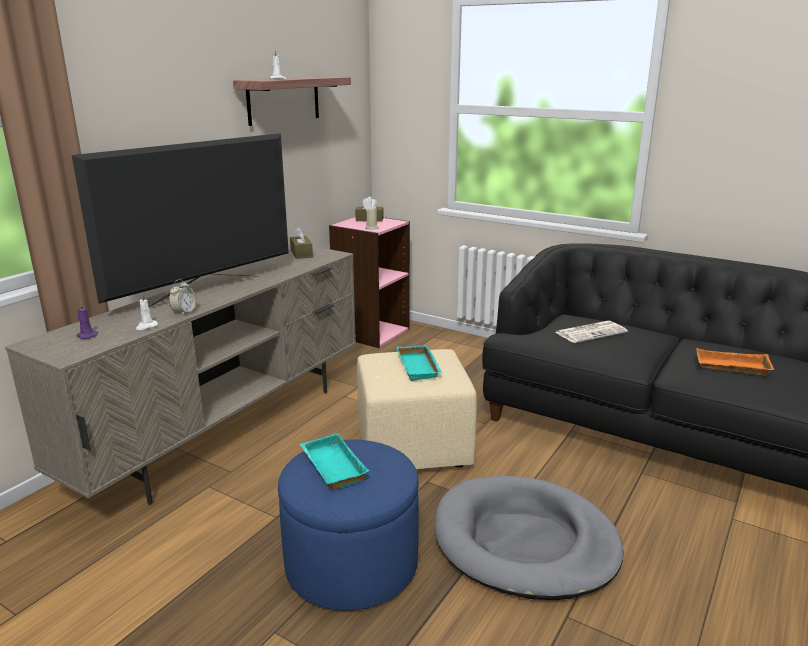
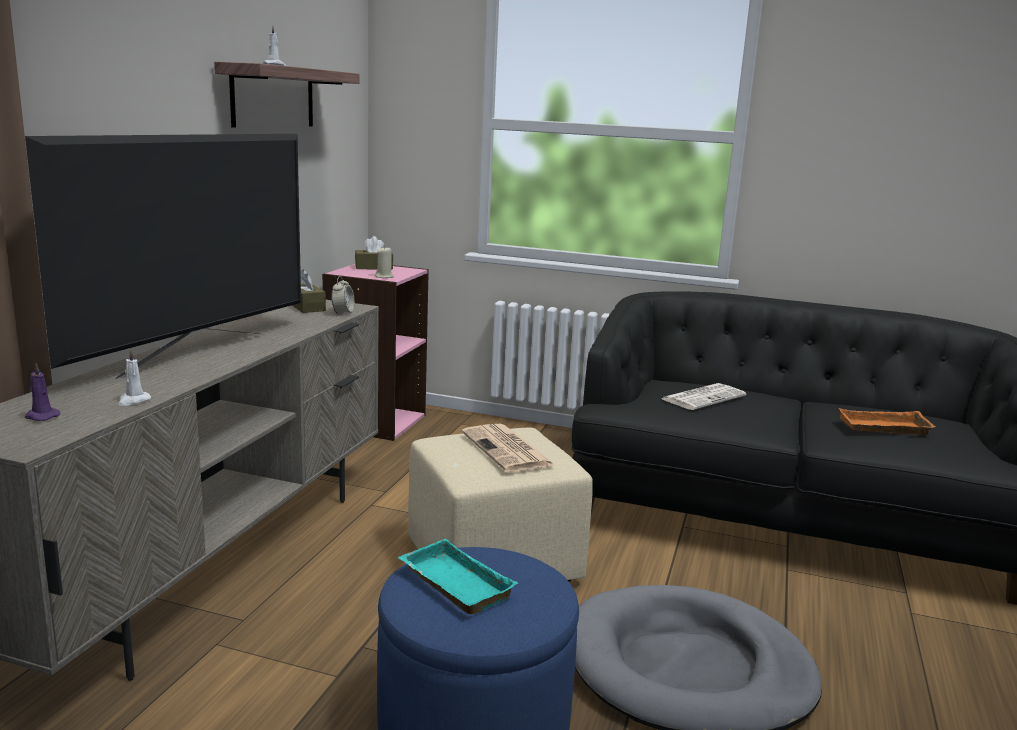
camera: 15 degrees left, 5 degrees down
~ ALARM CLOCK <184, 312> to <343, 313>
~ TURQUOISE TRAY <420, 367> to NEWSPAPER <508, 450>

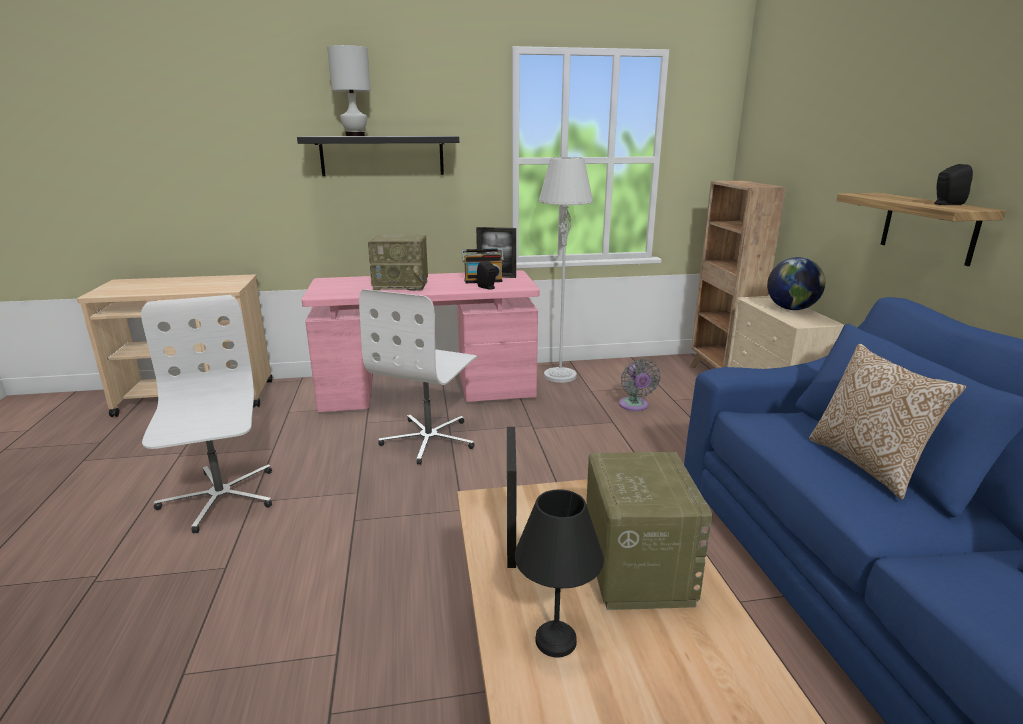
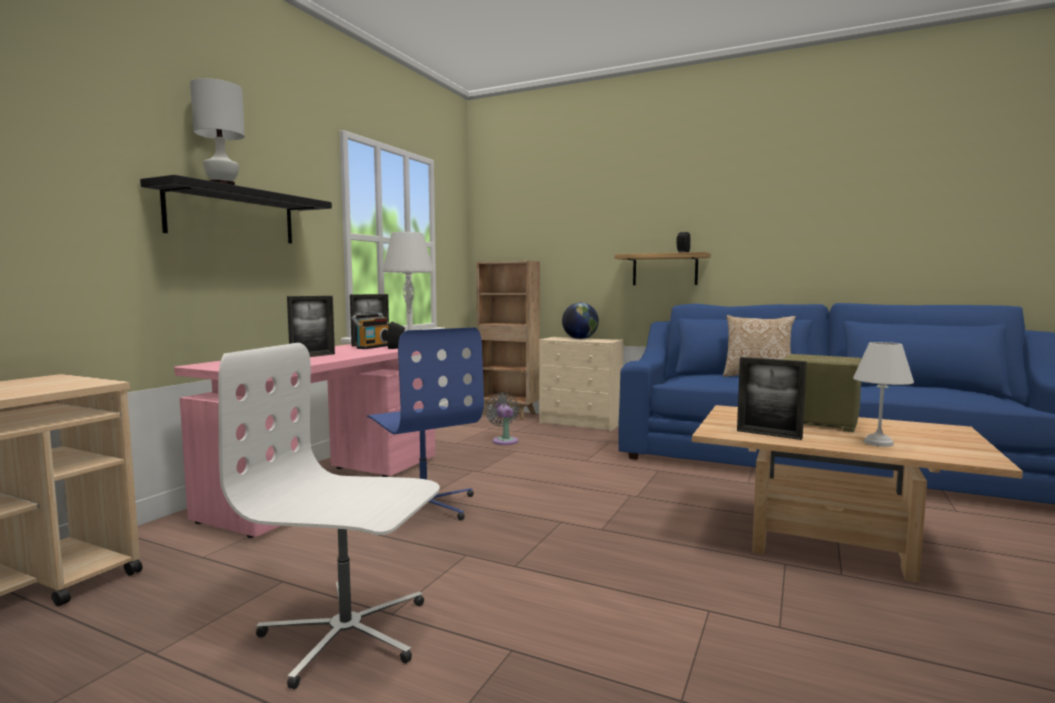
camera: 55 degrees left, 15 degrees down
~ WHITE OFFICE CHAIR <430, 439> to BLUE OFFICE CHAIR <424, 506>
~ RADIO <402, 285> to PICTURE FRAME <313, 356>
~ BLACK TABLE LAMP <553, 640> to WHITE TABLE LAMP <878, 443>
~ GREY FAN <634, 406> = <504, 440> 135 degrees counterclockwise

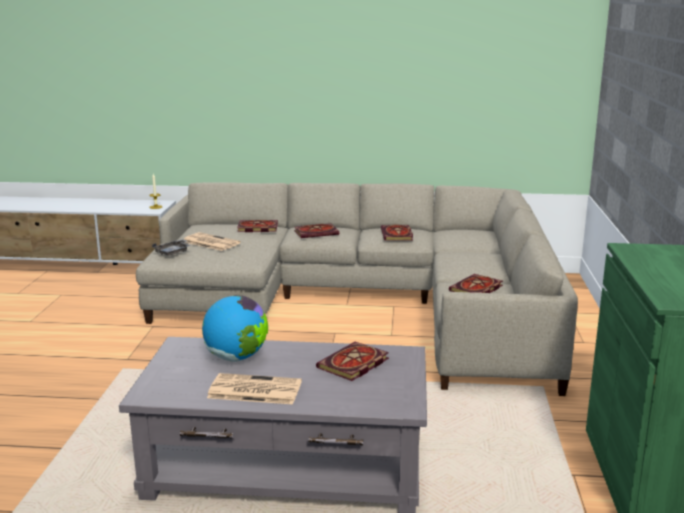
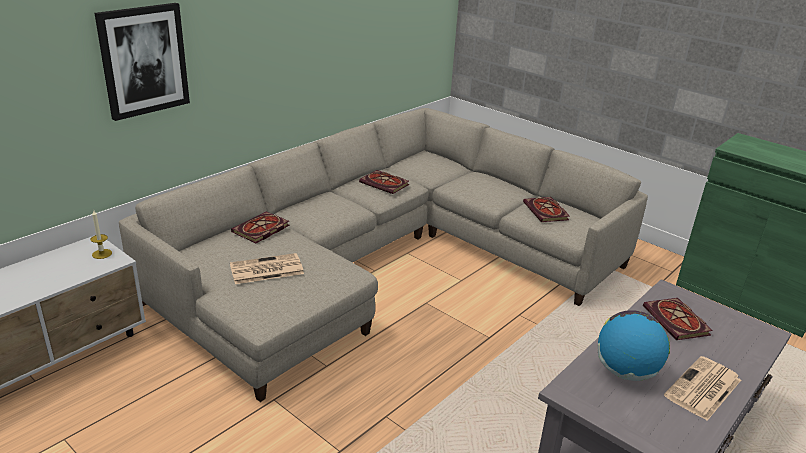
camera: 55 degrees left, 10 degrees up
- GREY TRAY <173, 252>
- BOOK <317, 232>
+ PICTURE <144, 60>

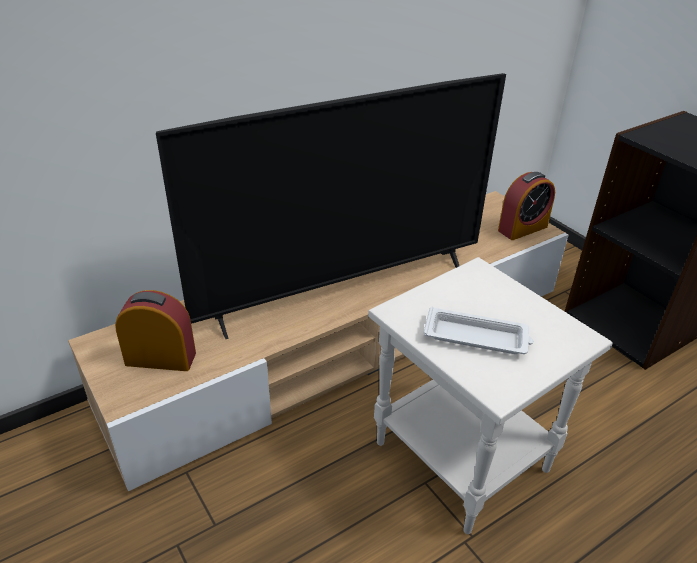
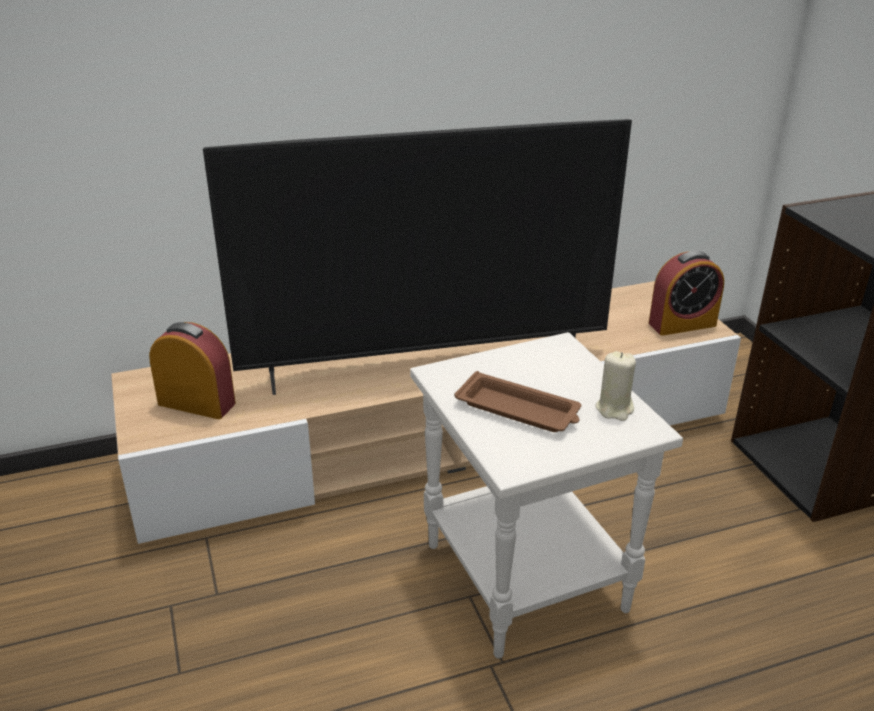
camera: 15 degrees right, 5 degrees down
~ WHITE TRAY <477, 337> to BROWN TRAY <519, 410>
+ BEIGE CANDLE <614, 409>

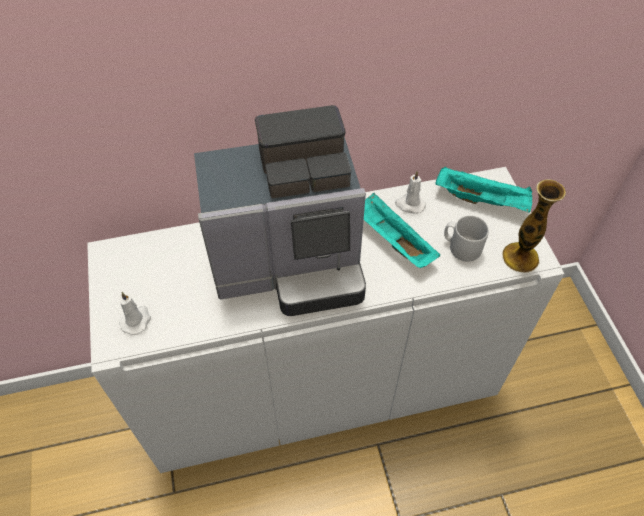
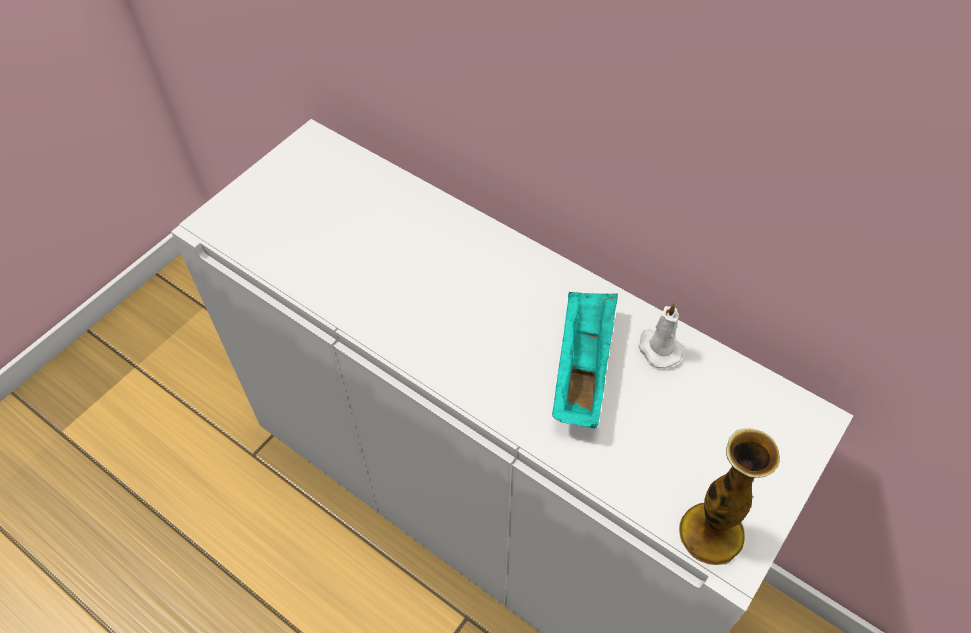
camera: 50 degrees right, 0 degrees up
- WHITE CANDLE <136, 320>
- COFFEE MACHINE <291, 265>
- TURQUOISE TRAY <482, 200>
- GREY MUG <461, 247>

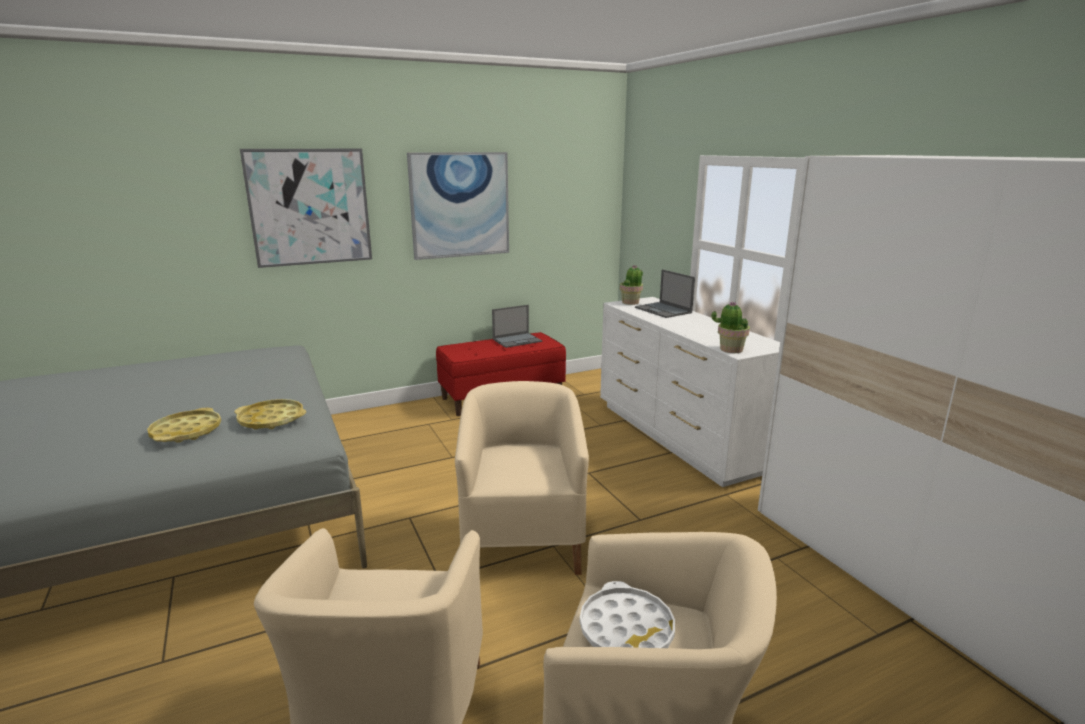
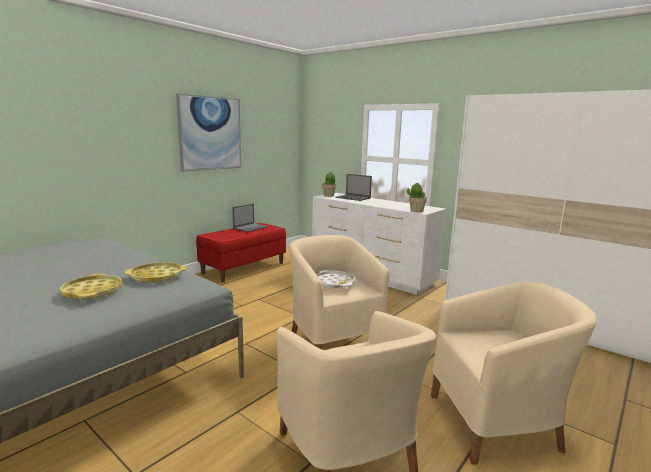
camera: 25 degrees left, 5 degrees down
- PICTURE <309, 207>
~ WHITE TRAY <626, 630> to <335, 283>

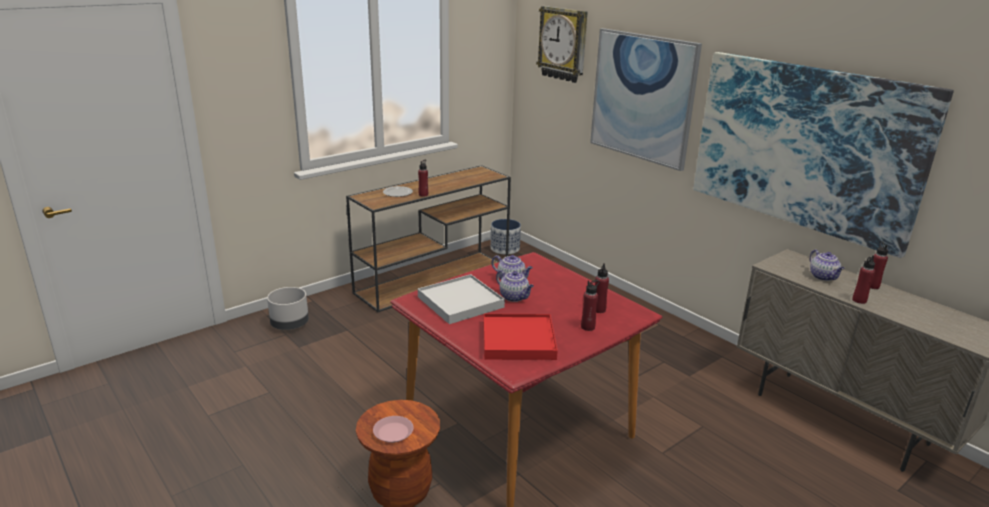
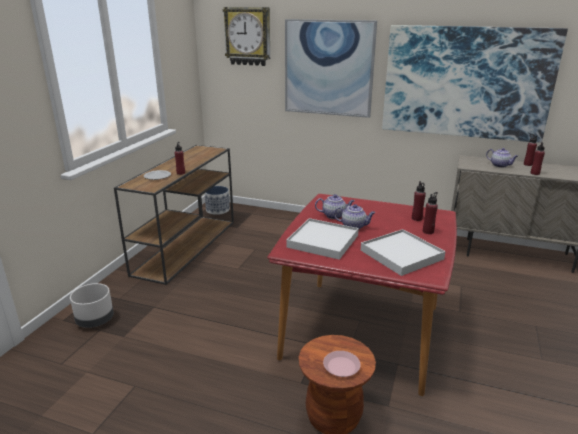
camera: 30 degrees left, 0 degrees up
~ RED TRAY <518, 340> to WHITE TRAY <401, 255>

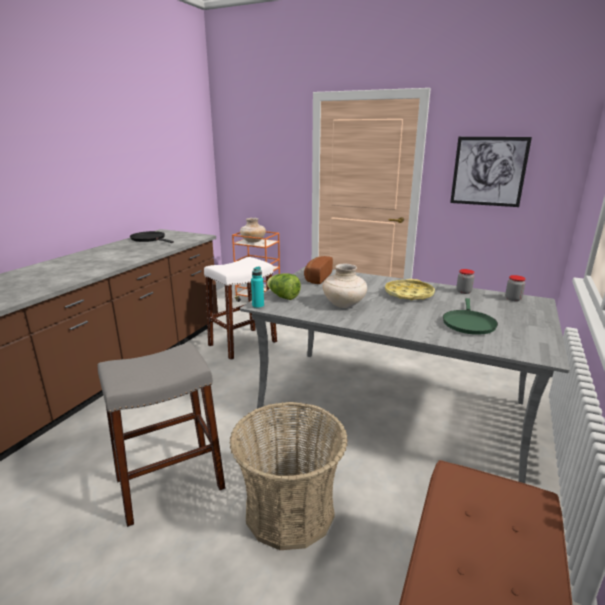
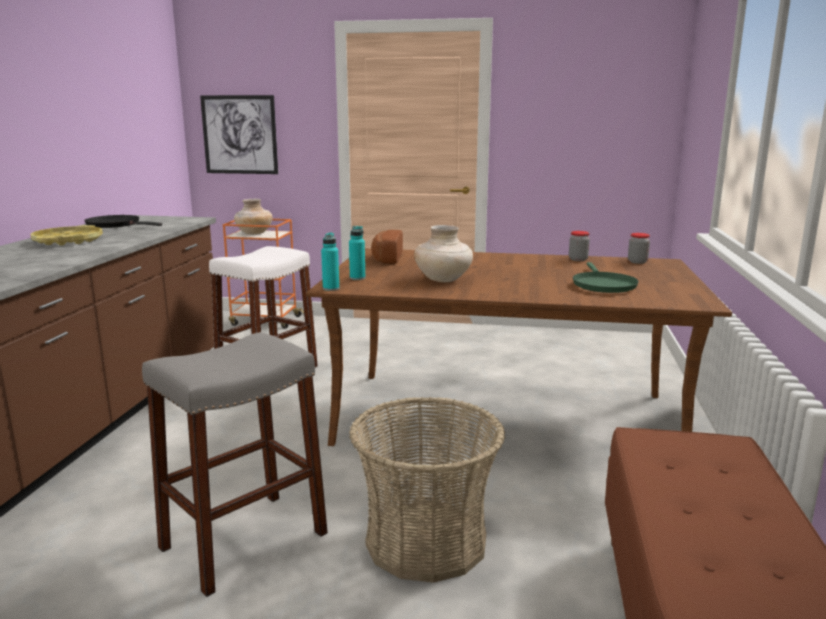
camera: 15 degrees left, 5 degrees down
~ GREY DINING TABLE <391, 407> to BROWN DINING TABLE <504, 419>
~ LETTUCE <283, 297> to TURQUOISE BOTTLE <357, 278>
~ YELLOW TRAY <408, 294> to <68, 241>
~ PICTURE <488, 171> to <239, 135>

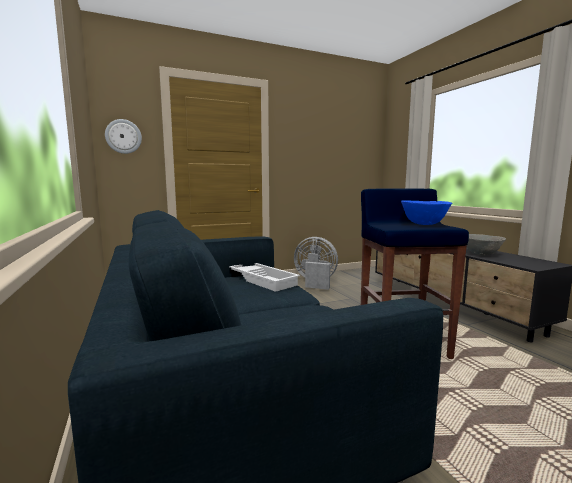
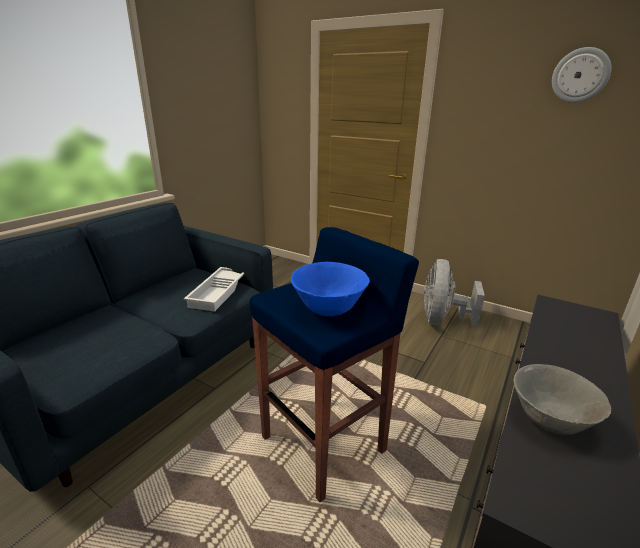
camera: 55 degrees right, 15 degrees up
~ WALL CLOCK <123, 136> to <580, 75>
~ GREY FAN <315, 282> = <442, 320> 150 degrees counterclockwise

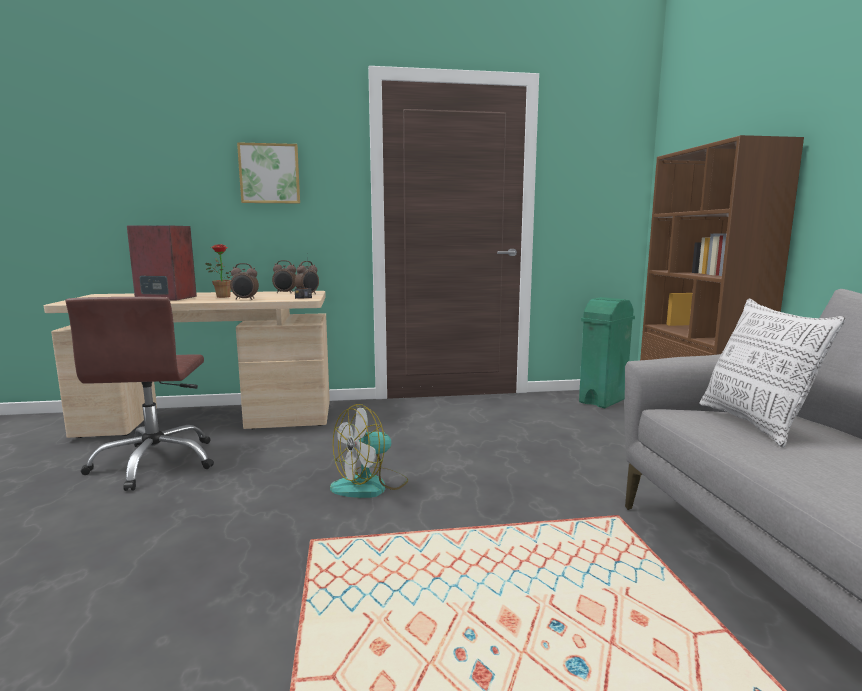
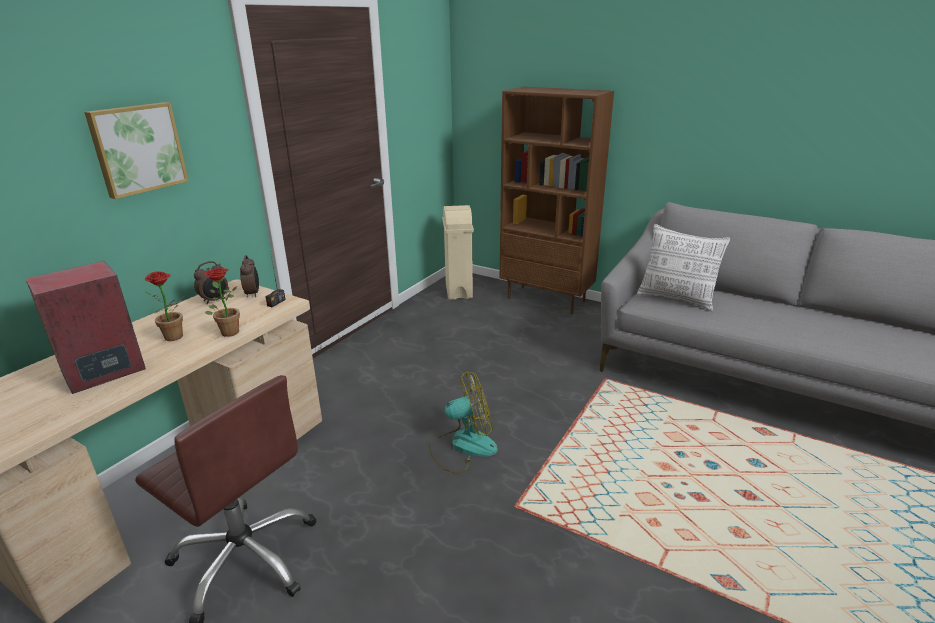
camera: 50 degrees left, 15 degrees up
~ ALARM CLOCK <245, 299> to POTTED PLANT <228, 331>
~ FAN <370, 485> = <462, 446> 105 degrees counterclockwise
~ GREEN TRASH CAN <602, 400> to BEIGE TRASH CAN <458, 291>

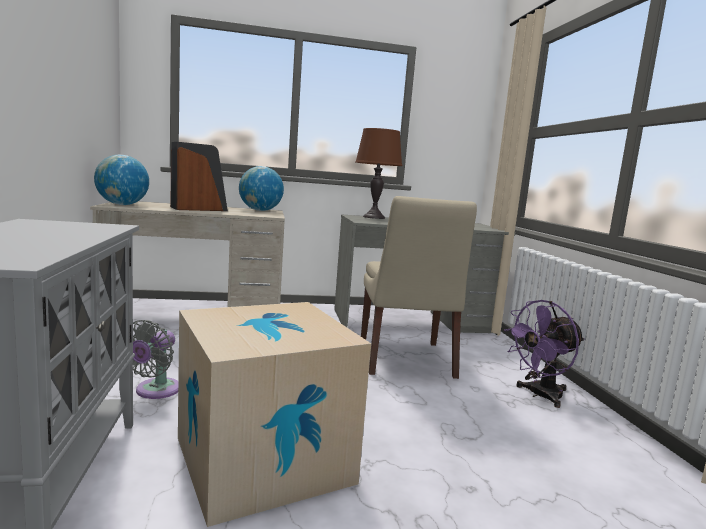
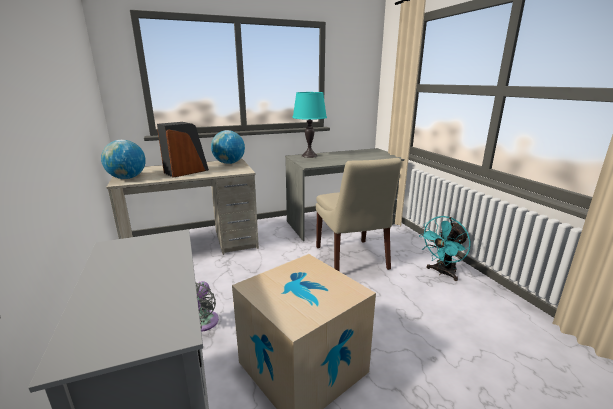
camera: 10 degrees left, 10 degrees up
~ BROWN TABLE LAMP <373, 217> to TURQUOISE TABLE LAMP <309, 156>
~ PURPLE FAN <539, 395> to TURQUOISE FAN <442, 273>

